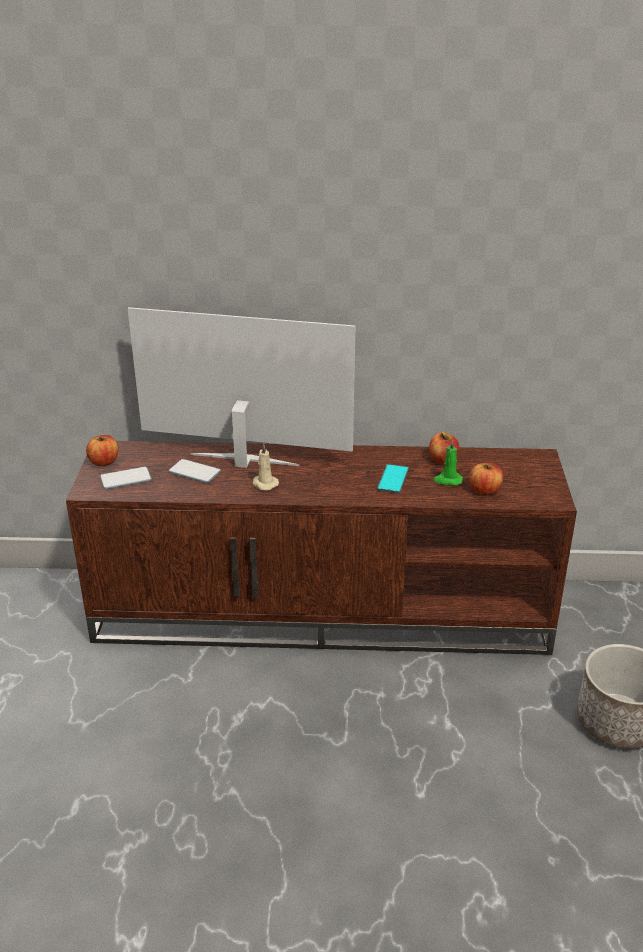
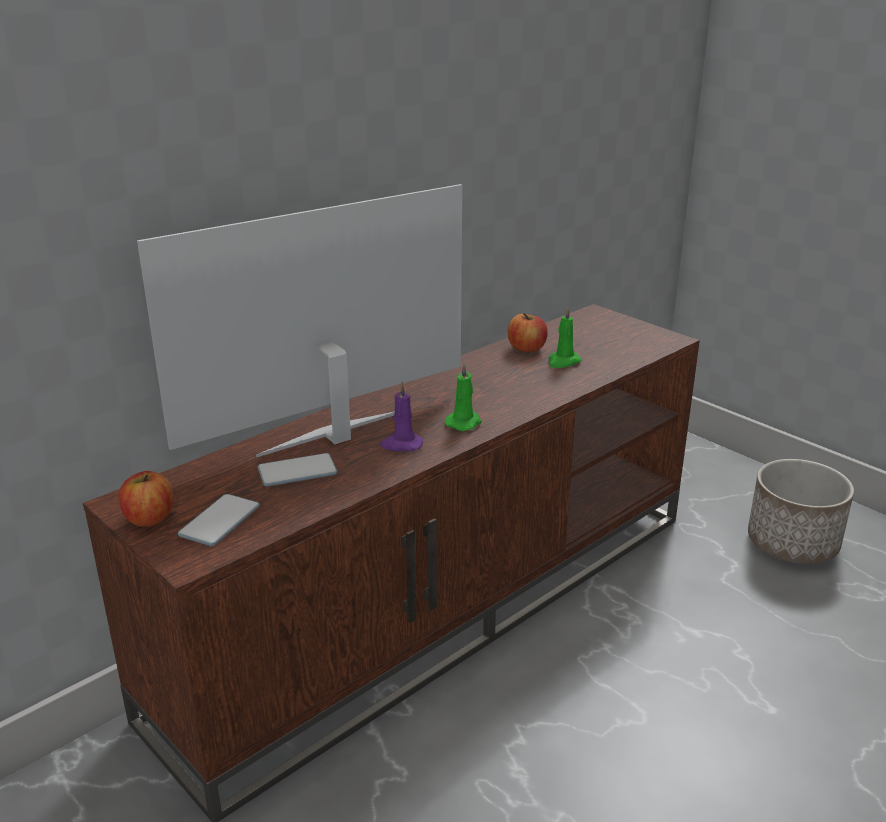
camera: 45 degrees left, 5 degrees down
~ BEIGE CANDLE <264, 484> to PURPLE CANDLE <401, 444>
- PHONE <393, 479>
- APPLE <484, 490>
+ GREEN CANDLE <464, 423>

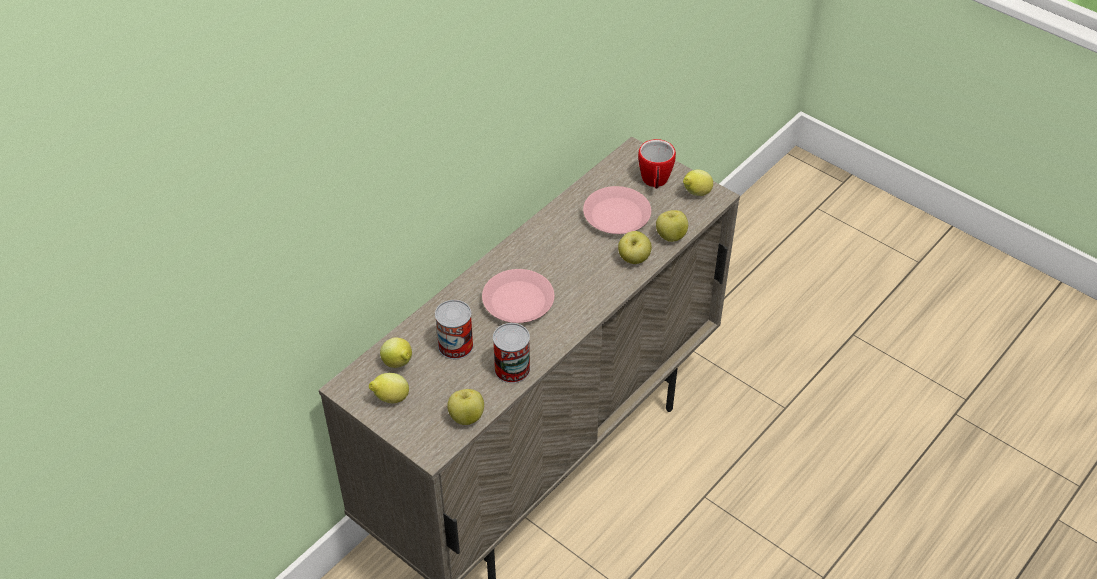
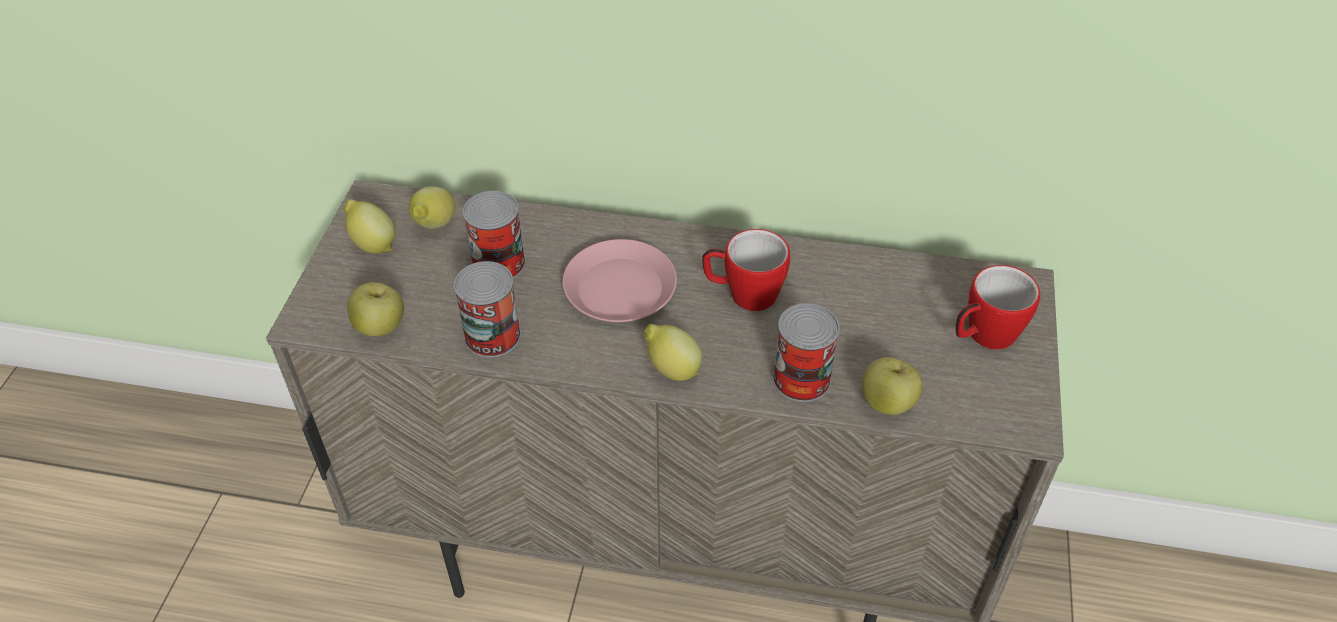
camera: 60 degrees right, 0 degrees up
- PINK PLATE <616, 215>
~ APPLE <634, 259> to CAN <801, 379>
~ LEMON <695, 194> to <671, 369>
+ MUG <743, 294>

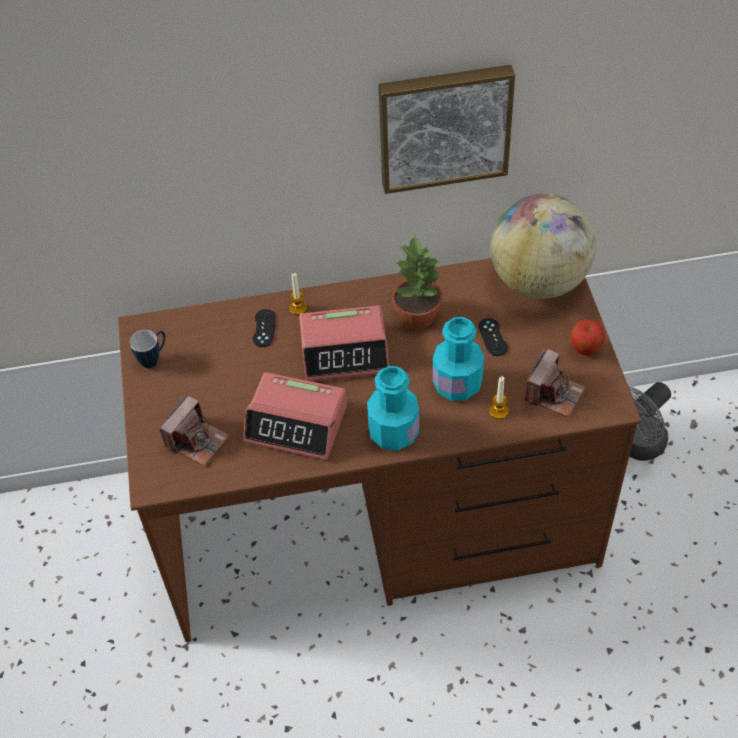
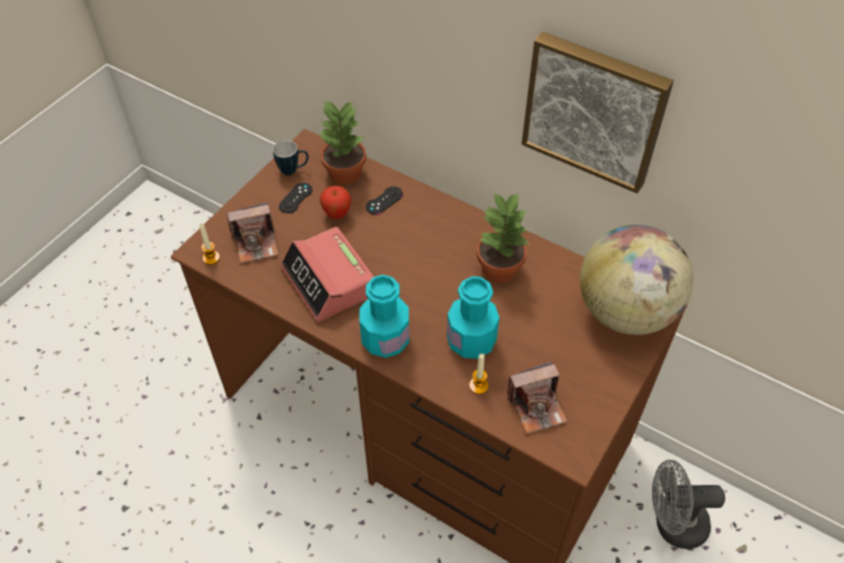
camera: 40 degrees right, 0 degrees up
~ CANDLE <298, 308> to <211, 258>
- ALARM CLOCK <345, 351>
~ BLACK GAME CONTROLLER <493, 337> to <295, 198>
~ APPLE <585, 350> to <337, 214>
+ POTTED PLANT <344, 173>

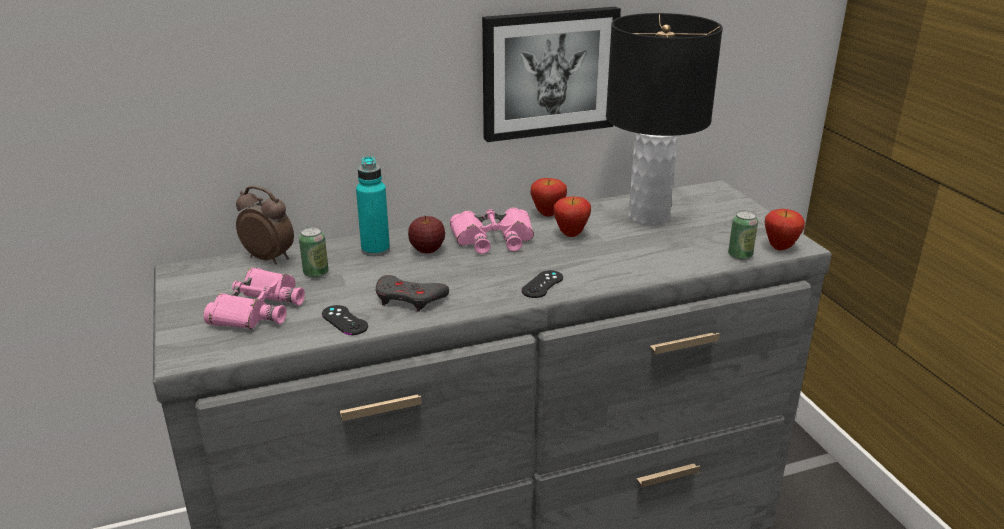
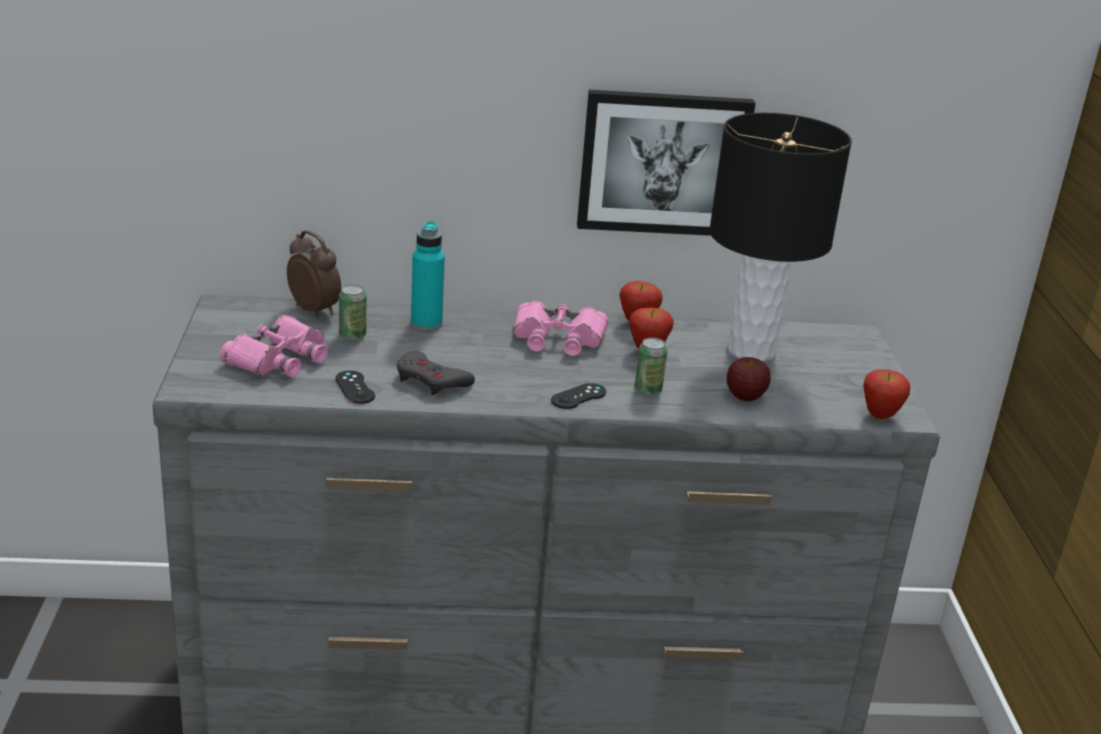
camera: 15 degrees right, 0 degrees up
~ APPLE <427, 250> to <745, 397>
~ CAN <740, 255> to <648, 390>

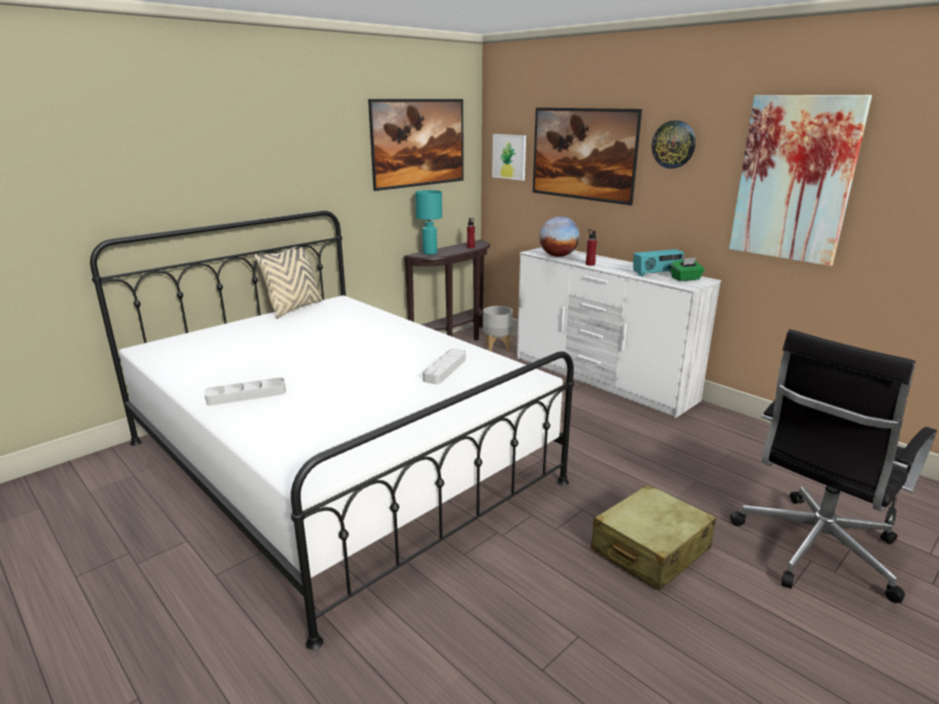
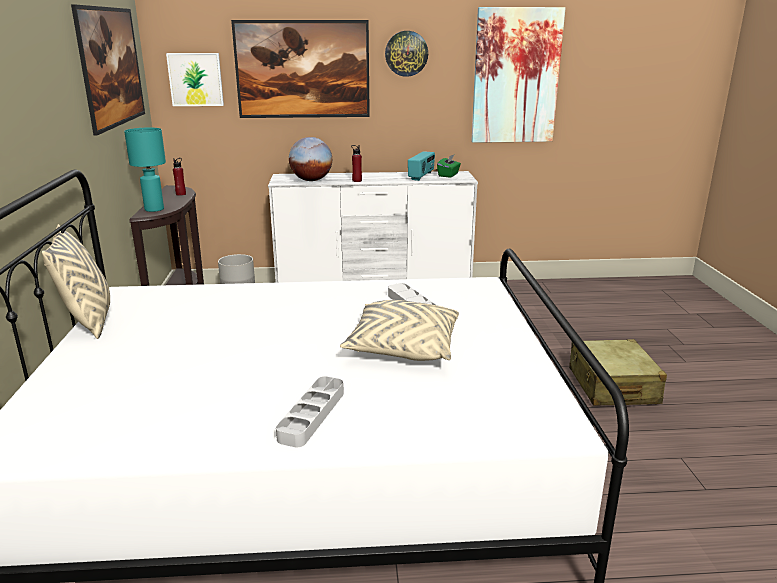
camera: 50 degrees left, 0 degrees up
- BLACK OFFICE CHAIR <813, 550>
+ BEIGE PILLOW <403, 347>

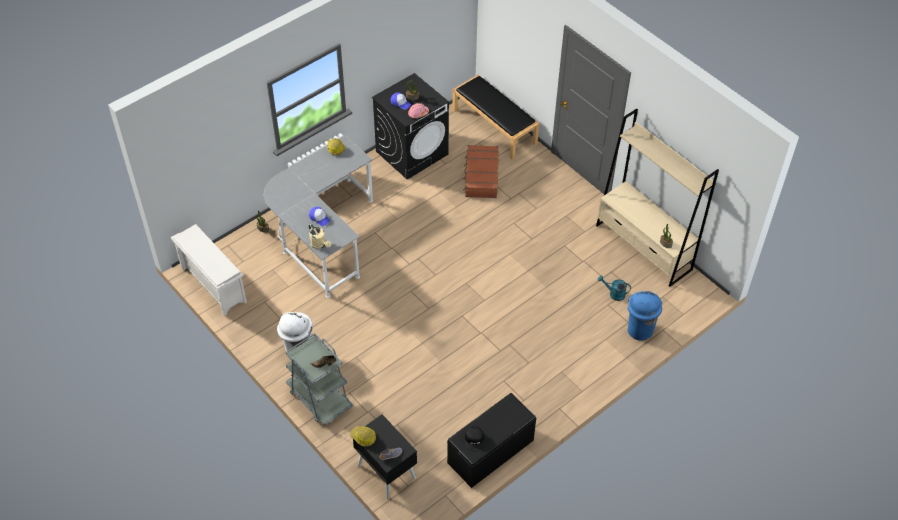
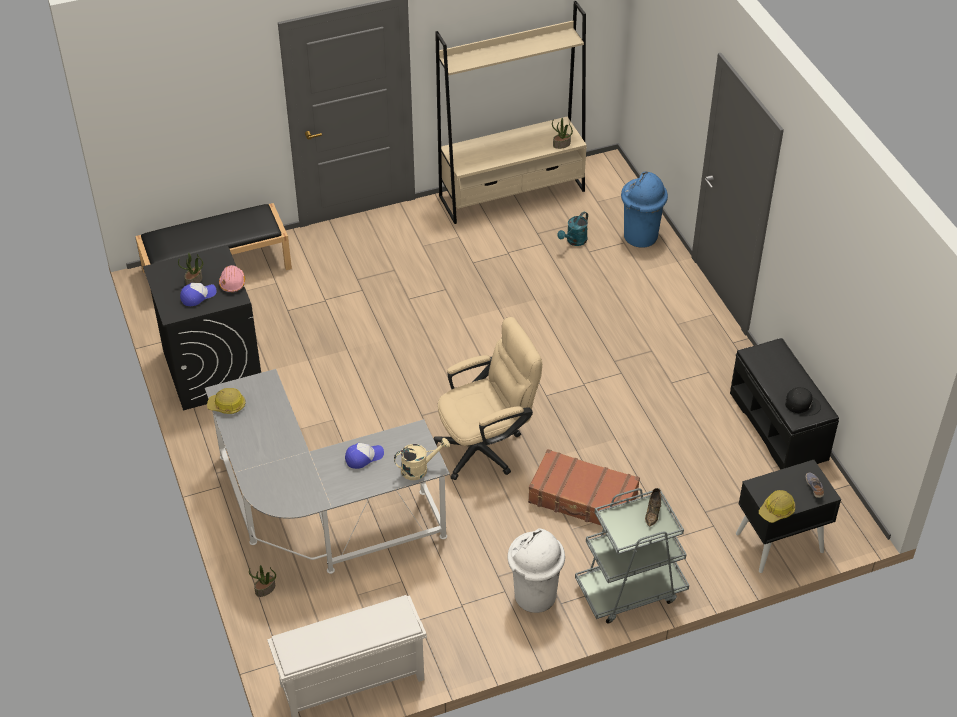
camera: 70 degrees left, 5 degrees down
~ BROWN SUITCASE <481, 176> to <583, 499>
+ BEIGE OFFICE CHAIR <486, 446>

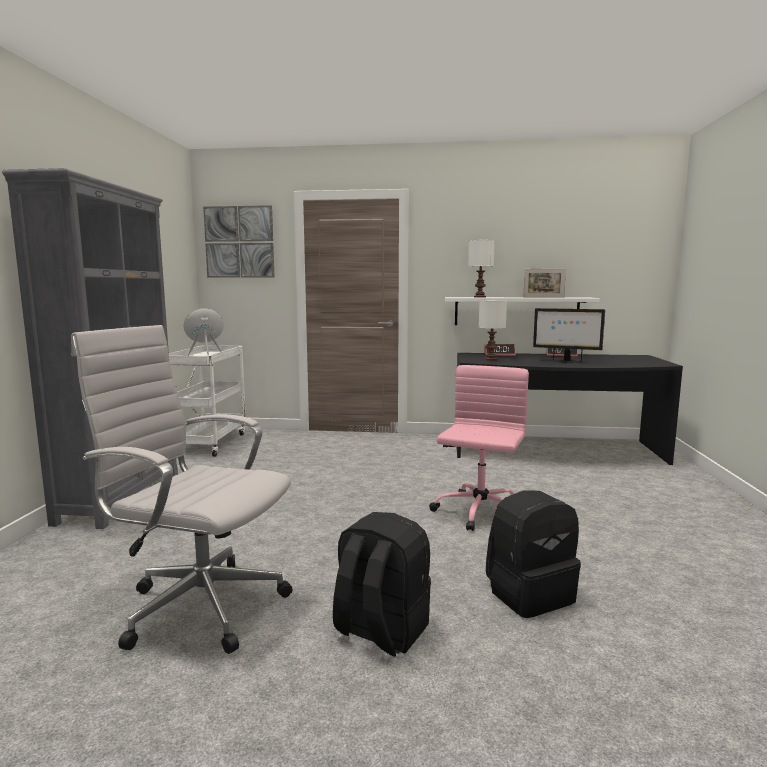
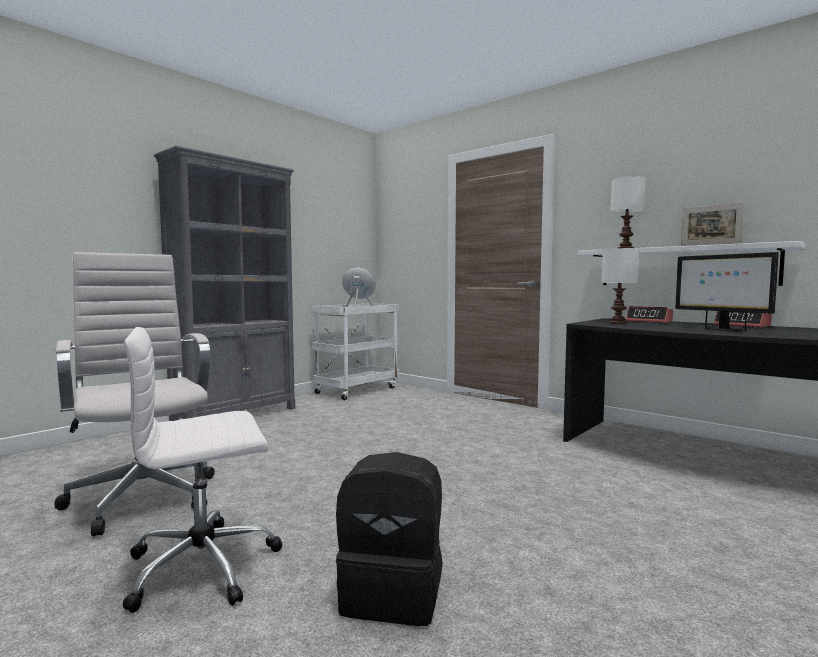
camera: 35 degrees right, 5 degrees down
- PICTURE <239, 242>
~ BLACK BACKPACK <380, 630> to WHITE OFFICE CHAIR <205, 566>
- PINK OFFICE CHAIR <479, 513>

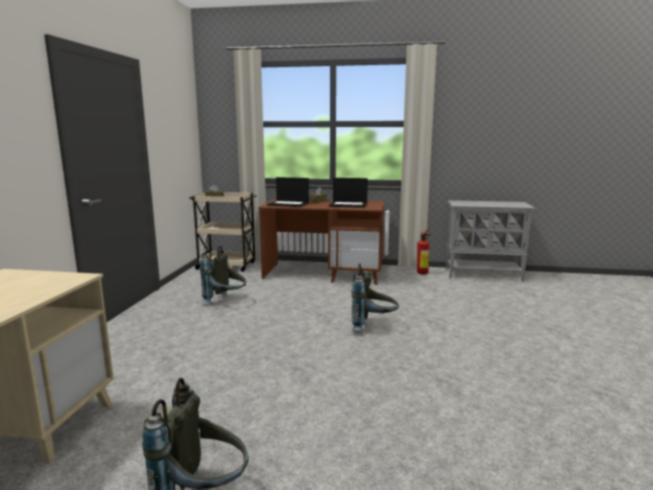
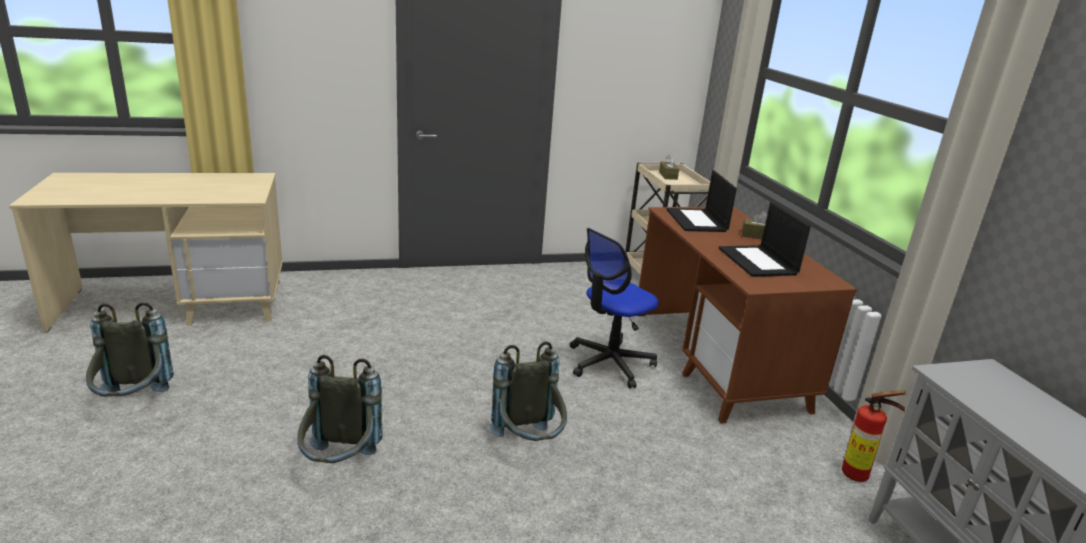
camera: 65 degrees right, 10 degrees up
~ GREY BACKPACK <226, 302> to <339, 465>
+ OFFICE CHAIR <610, 363>

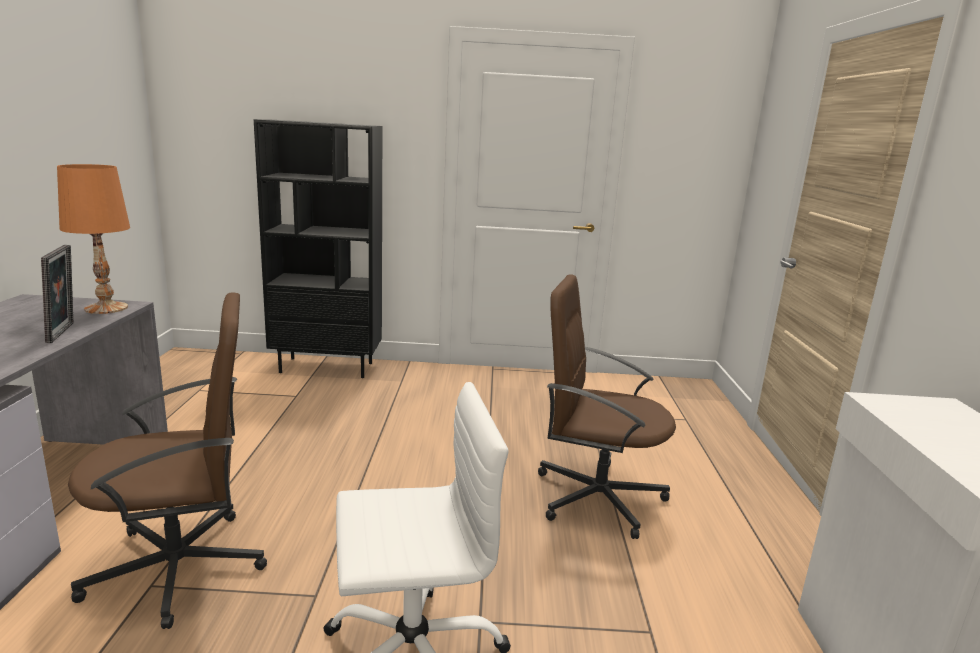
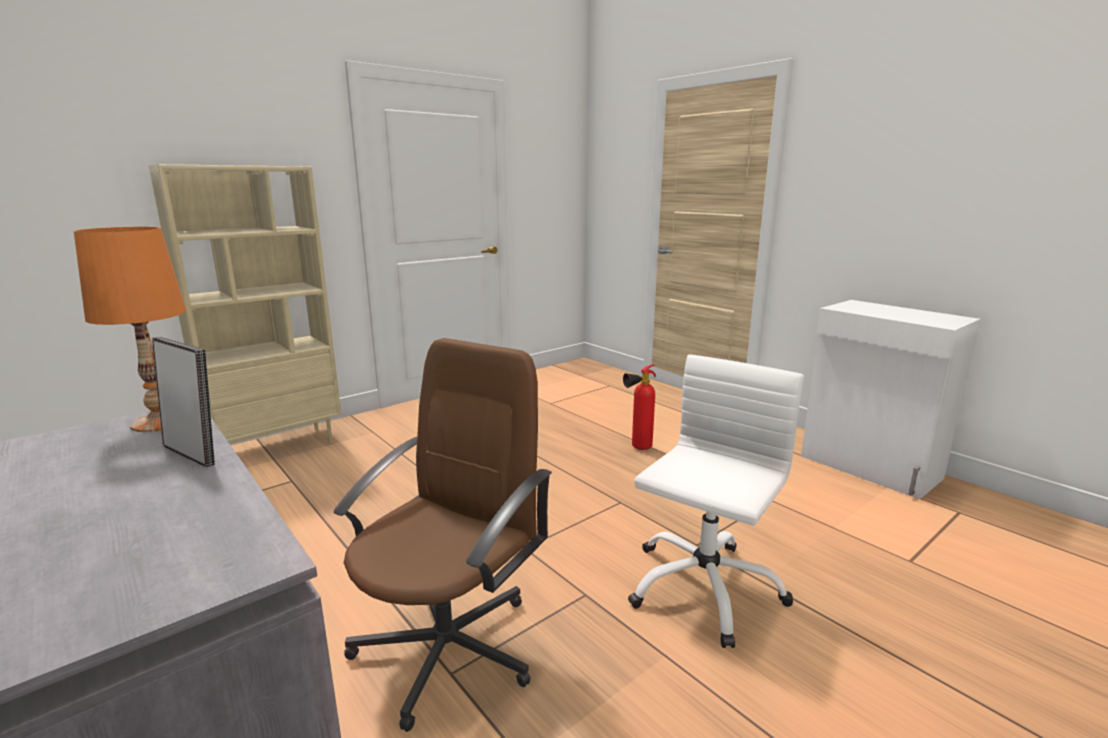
camera: 40 degrees left, 0 degrees up
~ BLACK BOOKCASE <327, 367> to BEIGE BOOKCASE <278, 447>
~ BROWN OFFICE CHAIR <596, 496> to FIRE EXTINGUISHER <637, 448>

